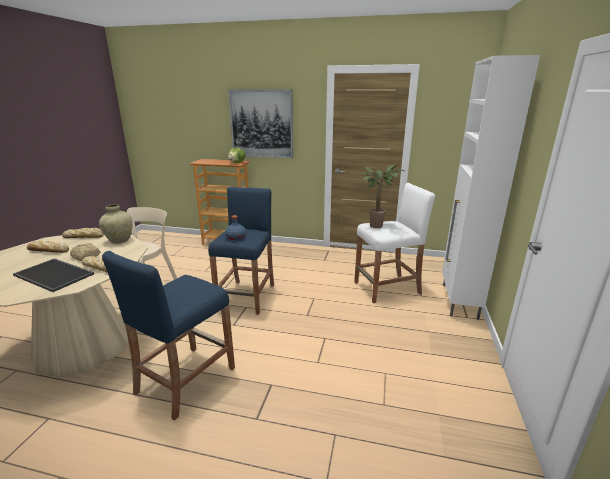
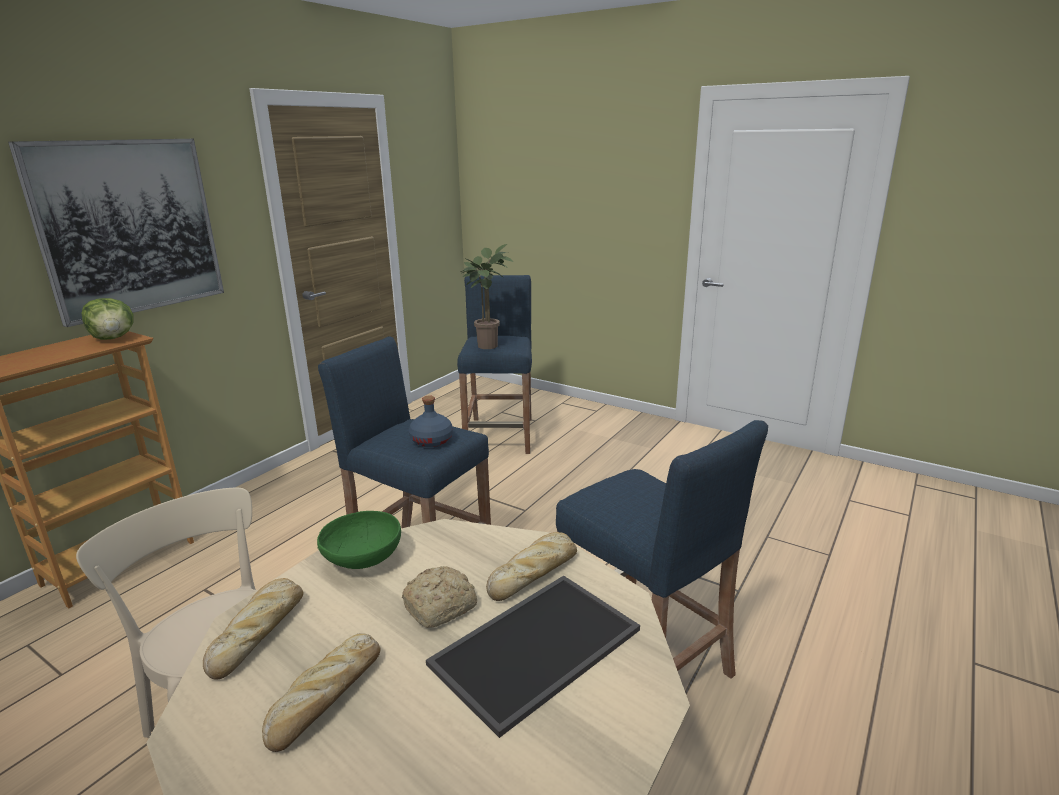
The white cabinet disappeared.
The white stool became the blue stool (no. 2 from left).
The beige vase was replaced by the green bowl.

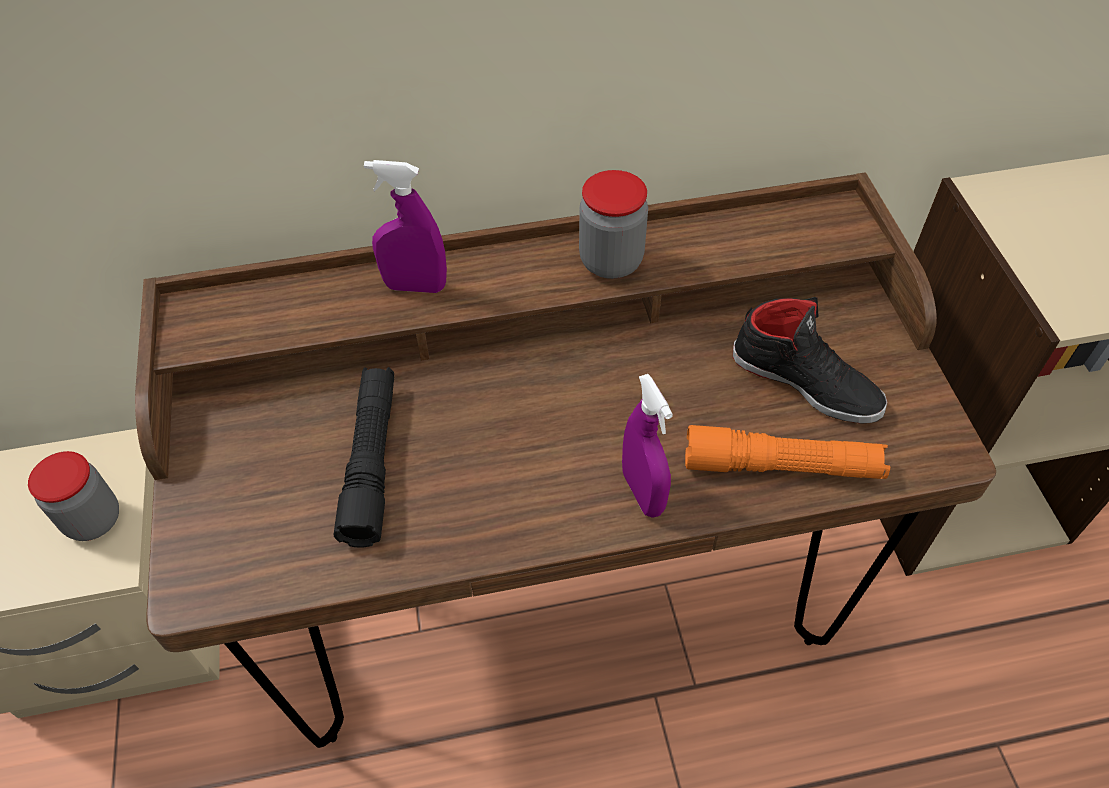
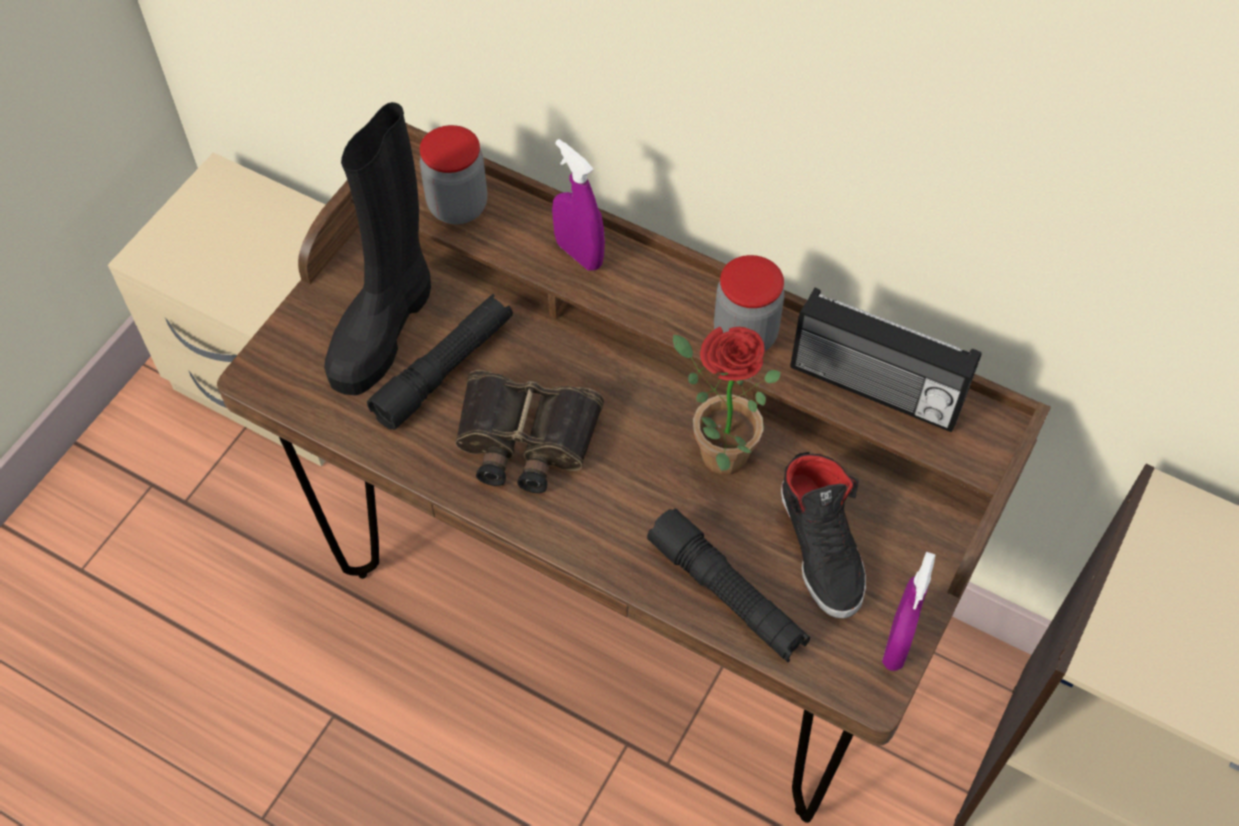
The purple spray bottle (no. 2 from left) moved.
The orange flashlight became the black flashlight (no. 2 from left).
The jar (no. 1 from left) moved.
The black boot appeared.
The radio appeared.
The potted plant appeared.
The binoculars appeared.

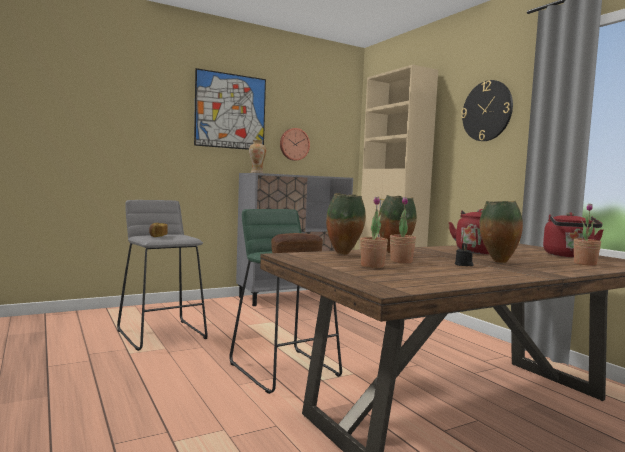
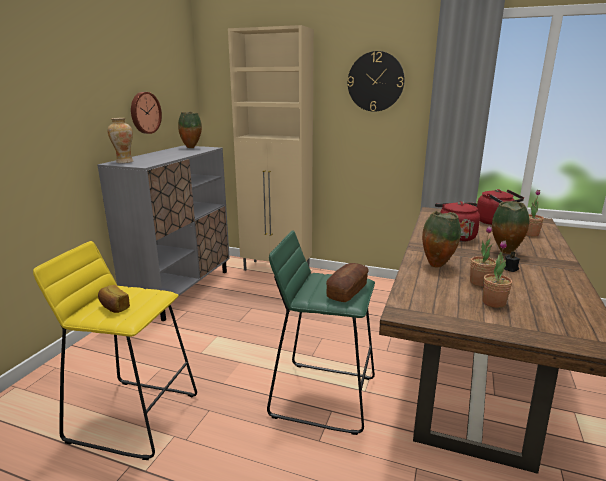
The picture disappeared.
The vase (no. 2 from left) moved.
The grey stool became the yellow stool.

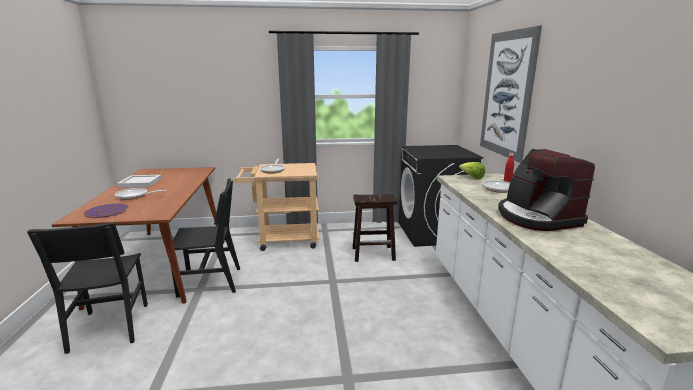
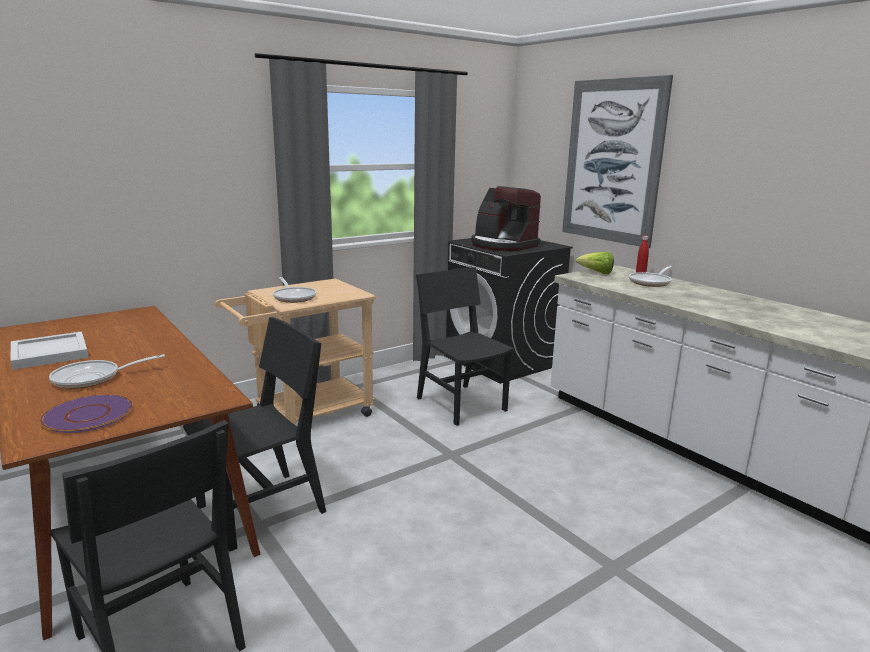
The coffee machine moved.
The brown stool was replaced by the black chair (no. 3 from left).

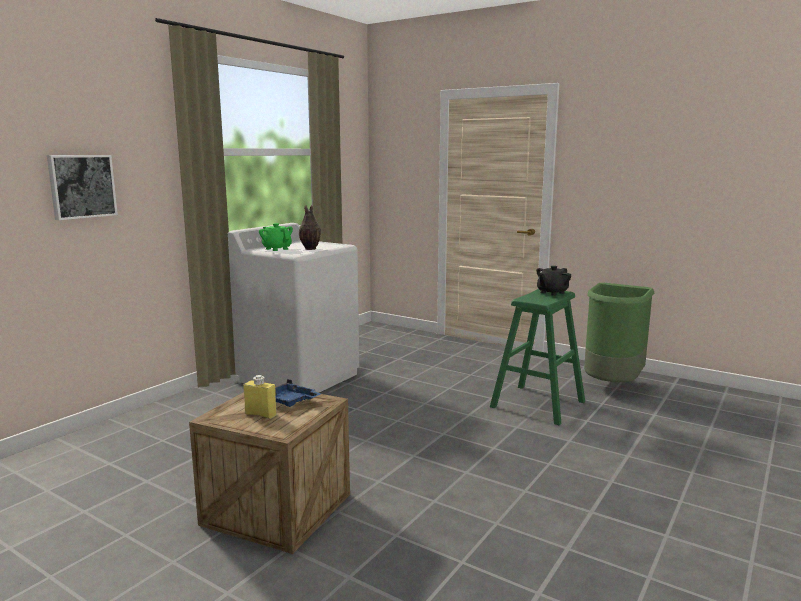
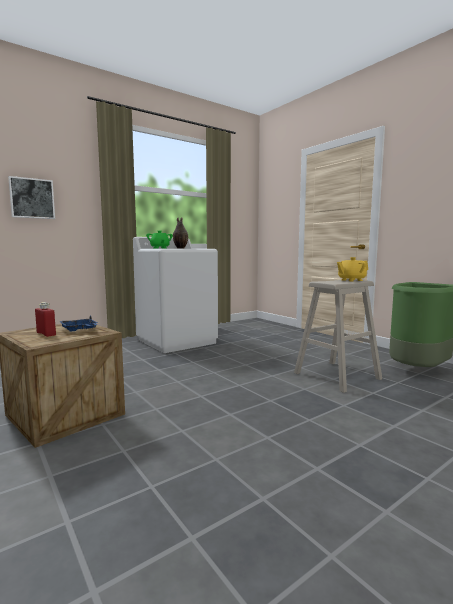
The black teapot became the yellow teapot.
The green stool became the beige stool.
The yellow bottle became the red bottle.

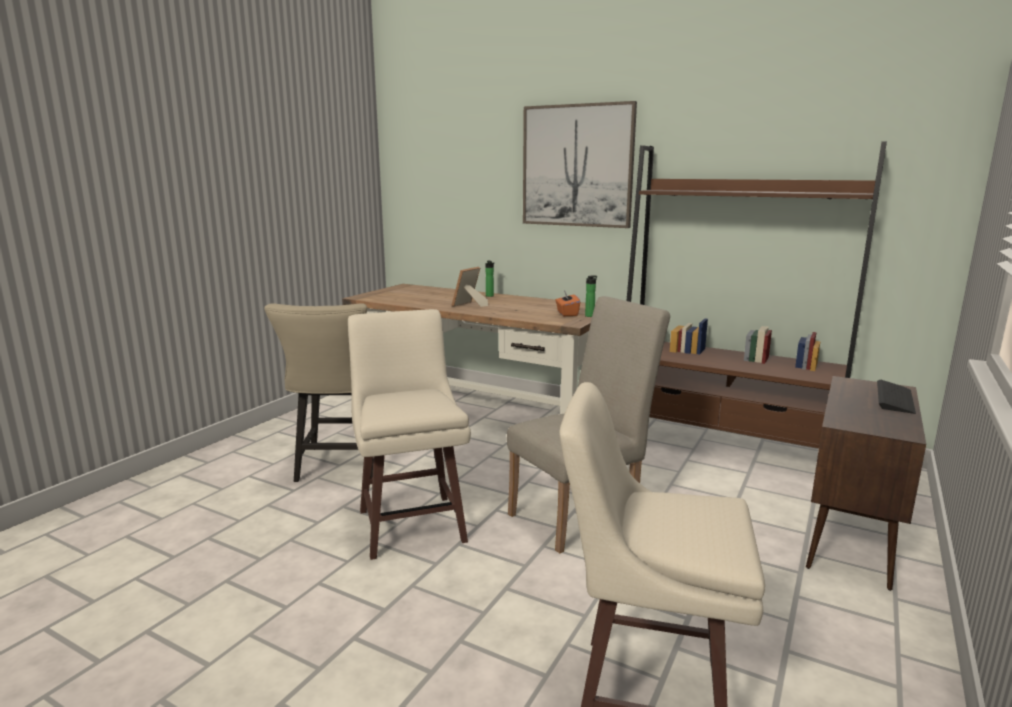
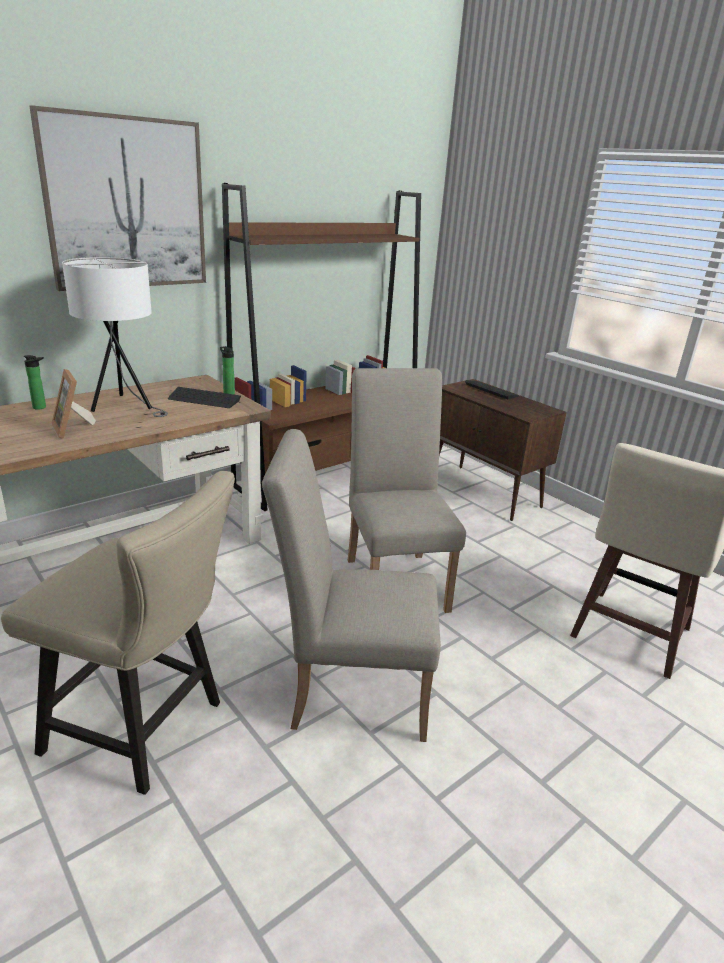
The orange tissue box was replaced by the keyboard (no. 1 from left).
The beige stool (no. 1 from left) was replaced by the beige chair (no. 2 from left).
The white table lamp appeared.

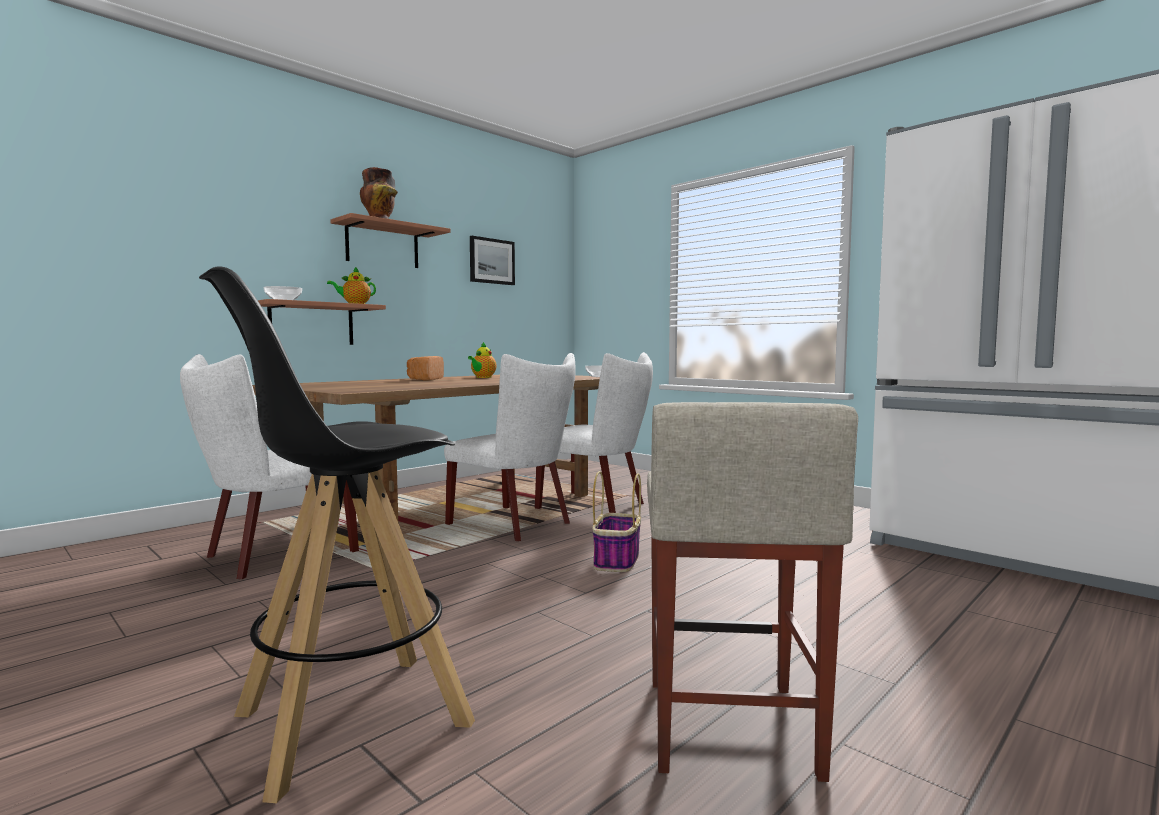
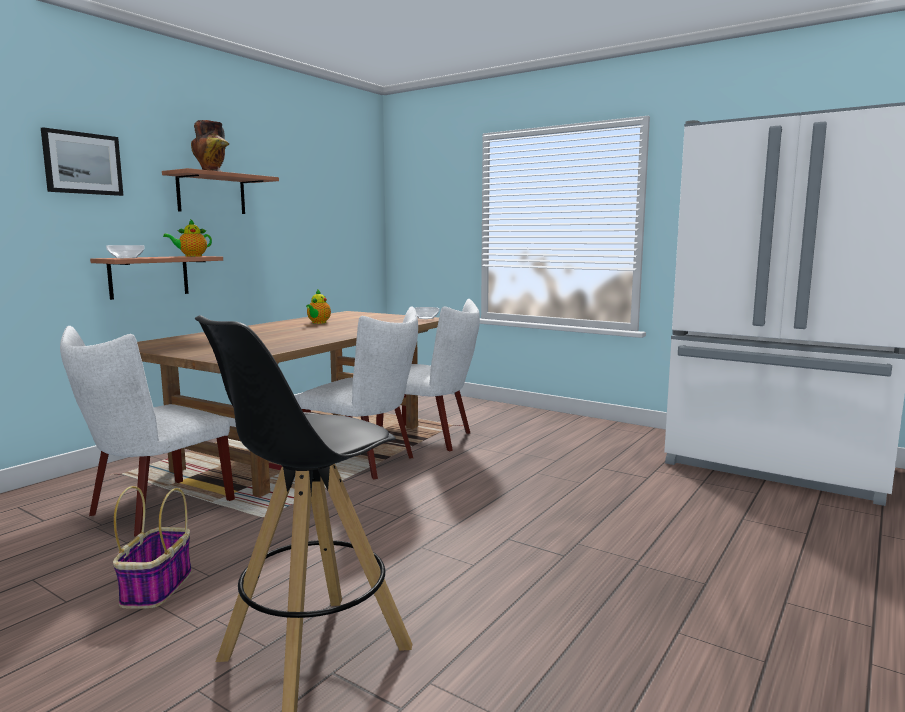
The picture moved.
The bread disappeared.
The beige stool disappeared.
The basket moved.

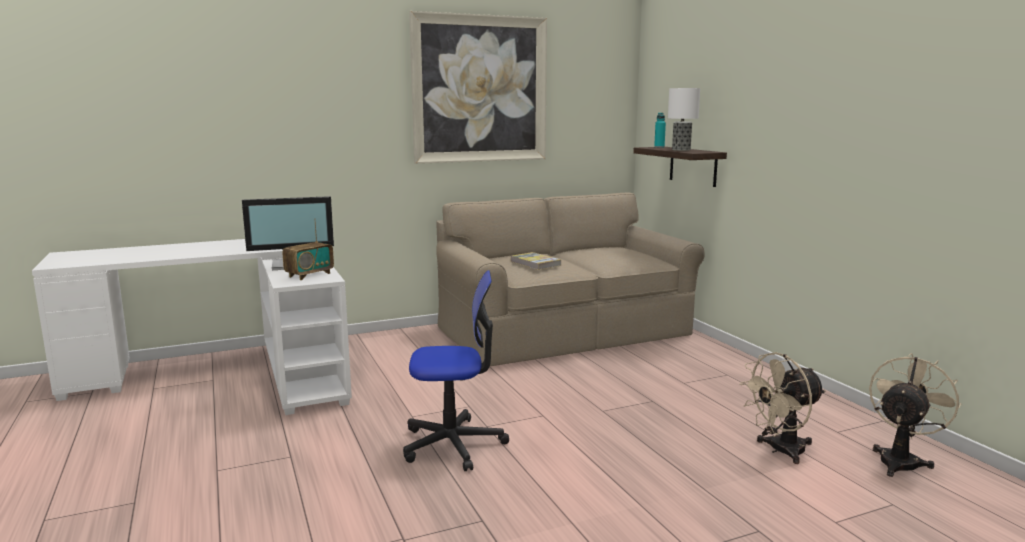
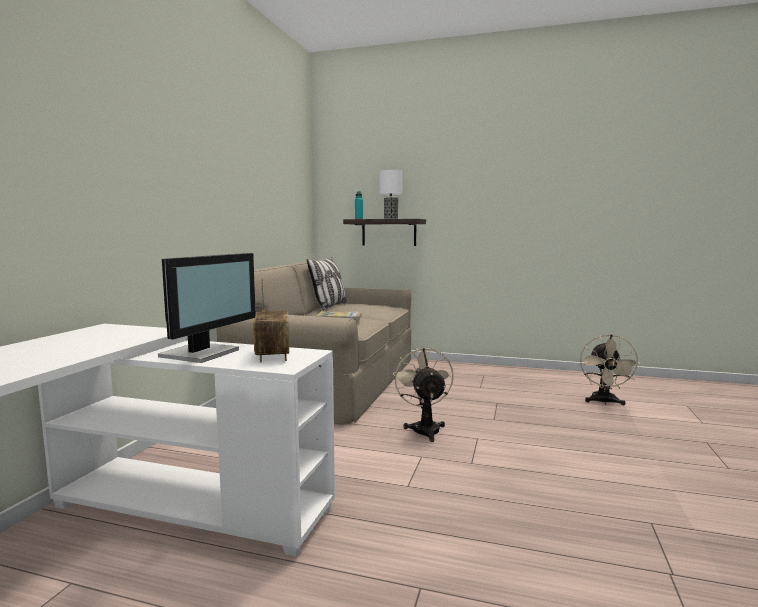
The picture disappeared.
The office chair disappeared.
The beige fan (no. 2 from left in the first image) moved.
The pillow appeared.

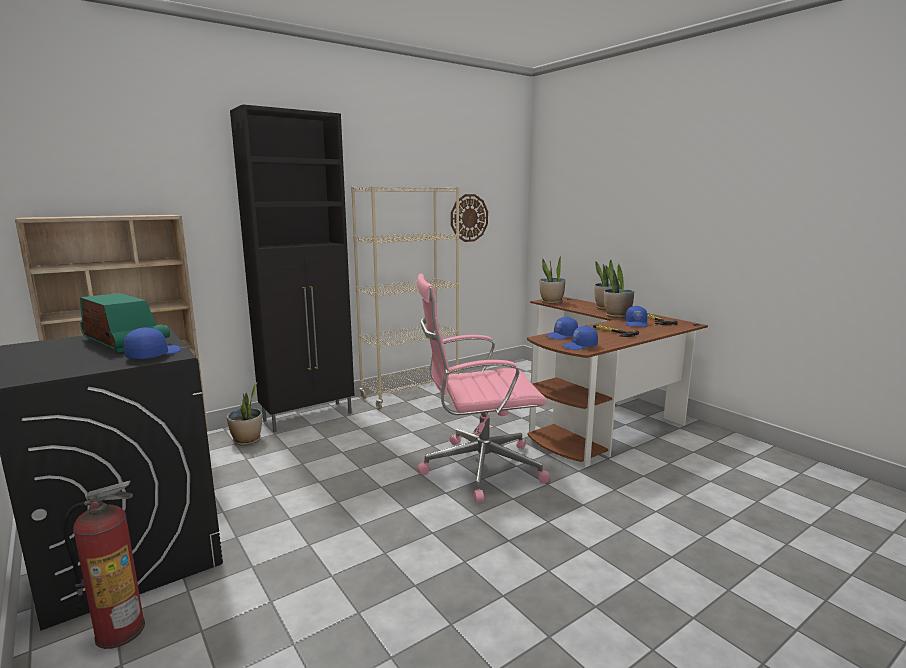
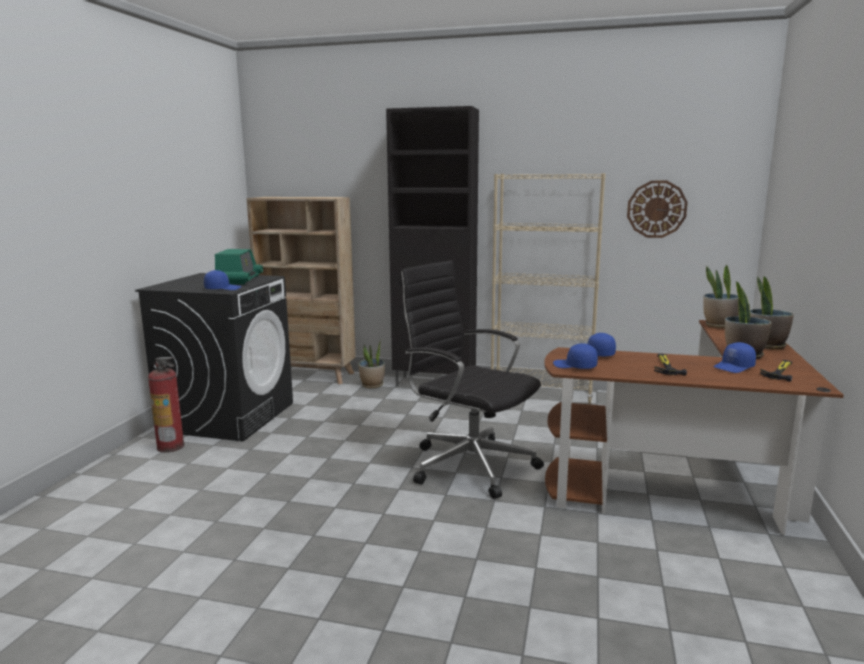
The pink office chair became the black office chair.

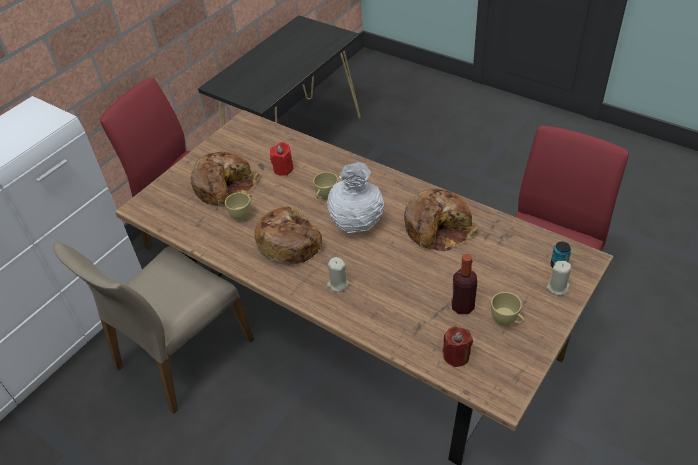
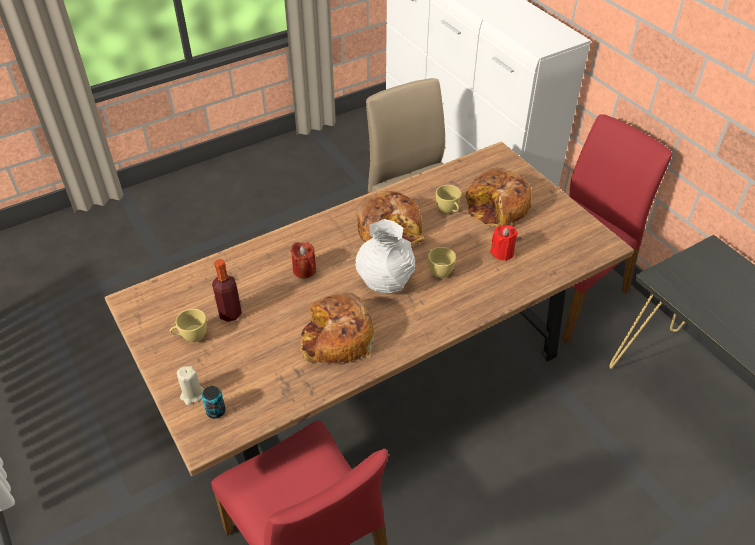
The beige candle (no. 1 from left) disappeared.
The red candle (no. 2 from left in the first image) moved.

